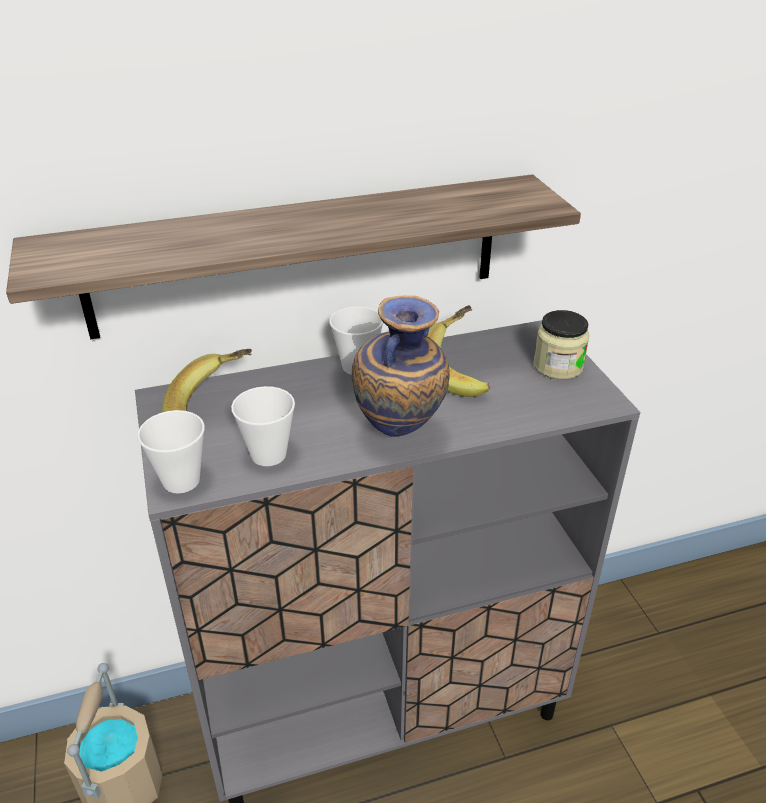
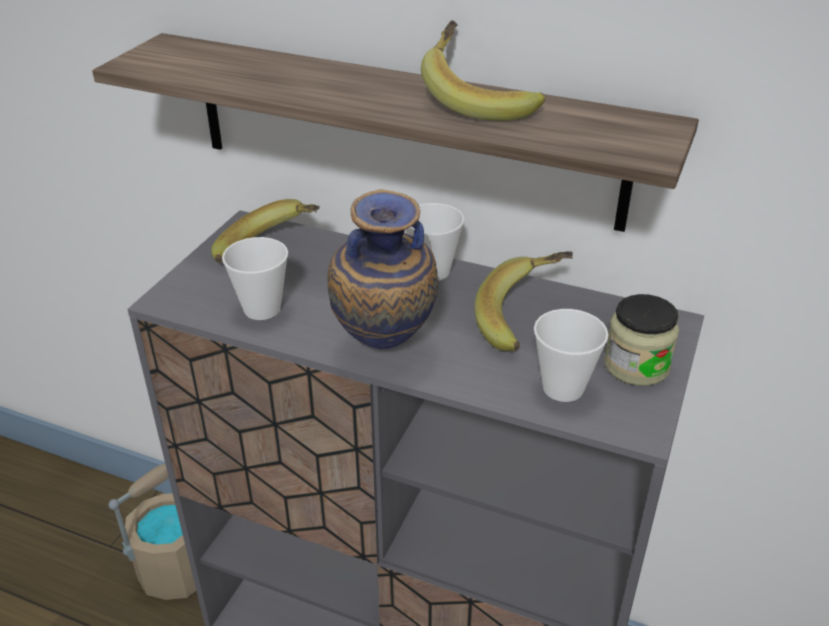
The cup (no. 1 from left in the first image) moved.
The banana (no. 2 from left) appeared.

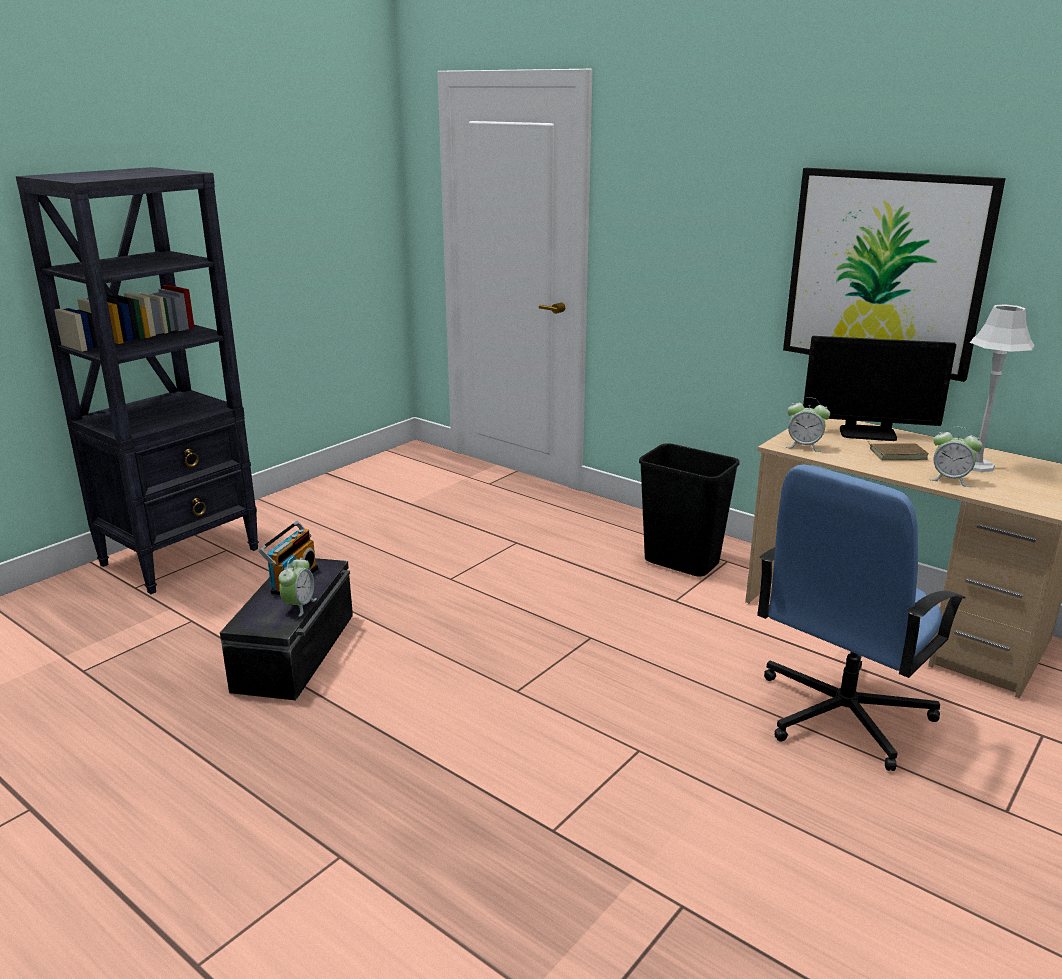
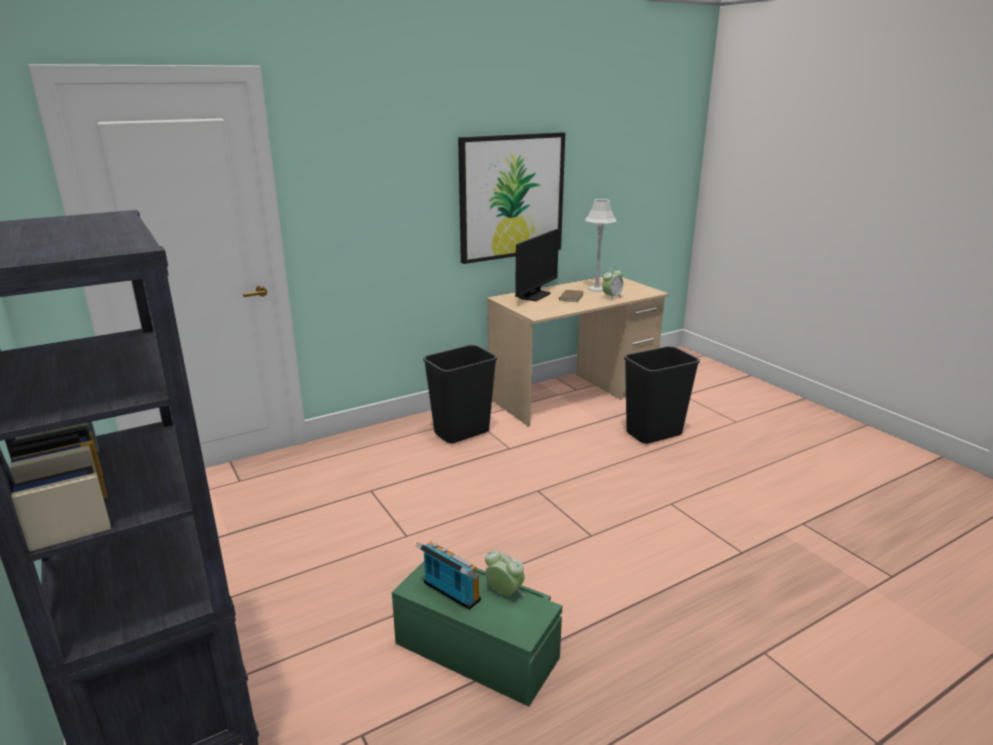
The alarm clock (no. 2 from left) disappeared.
The blue office chair was replaced by the black trash can (no. 2 from left).
The black storage box became the green storage box.

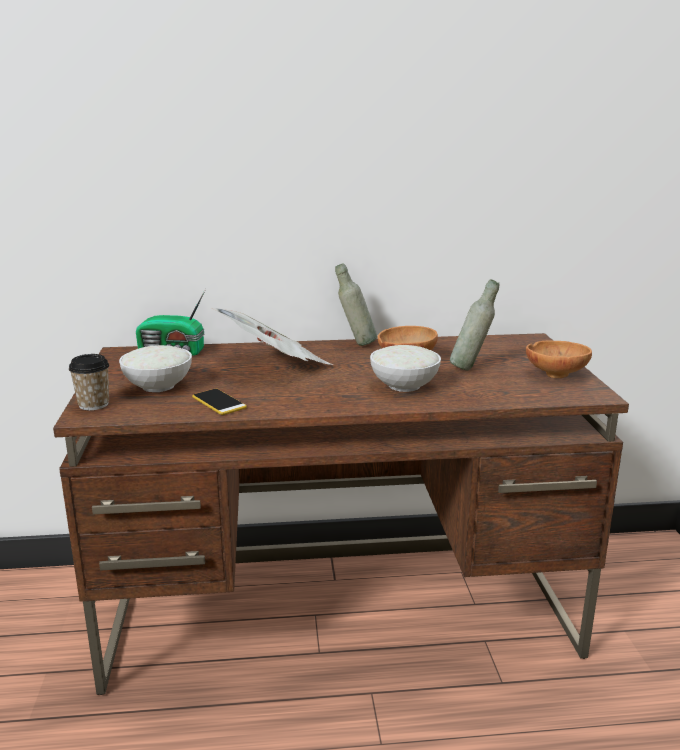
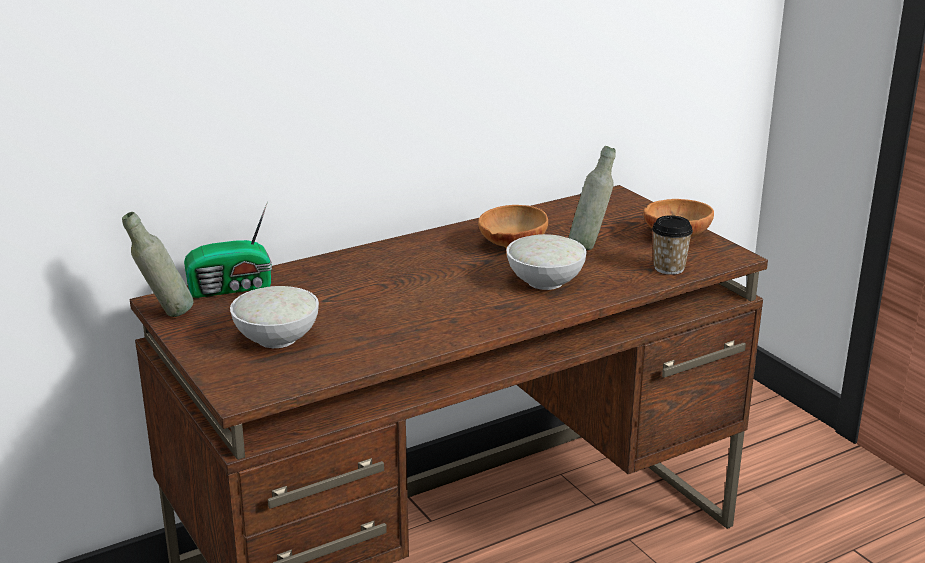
The grey bottle (no. 1 from left) moved.
The newspaper disappeared.
The cup moved.
The phone disappeared.

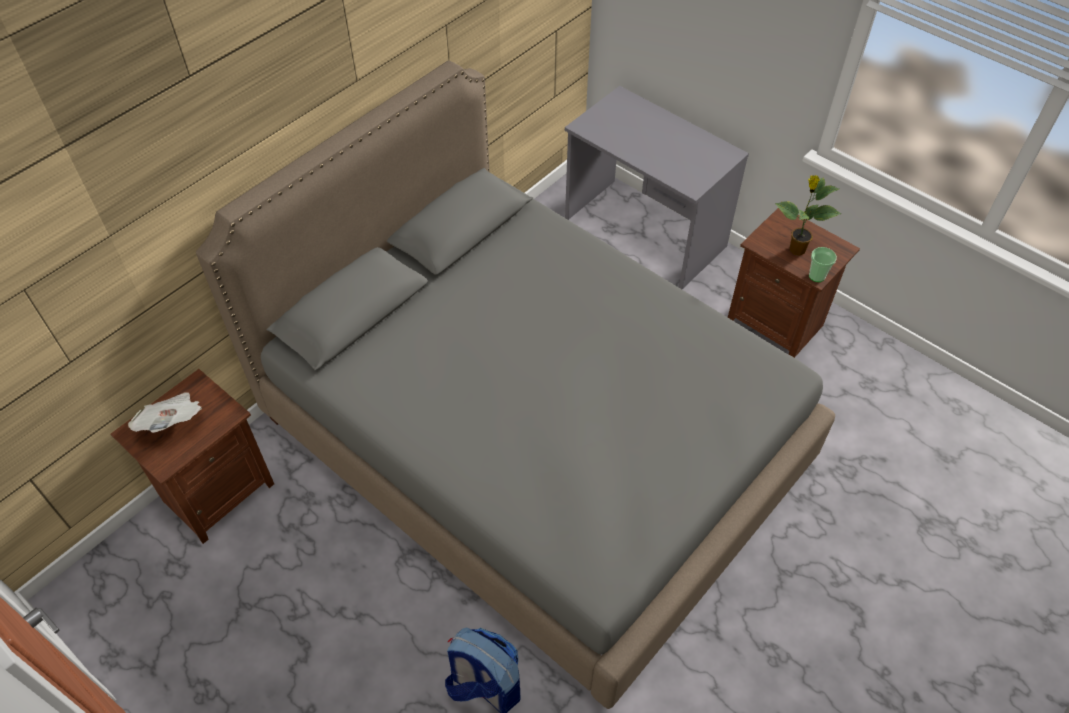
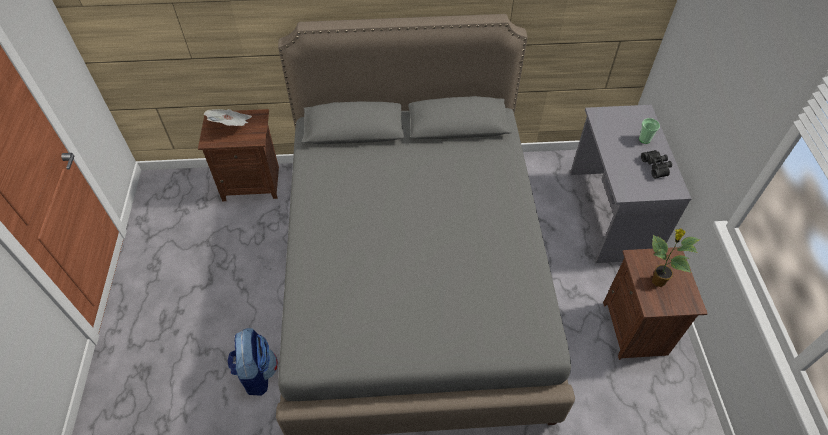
The cup moved.
The black binoculars appeared.

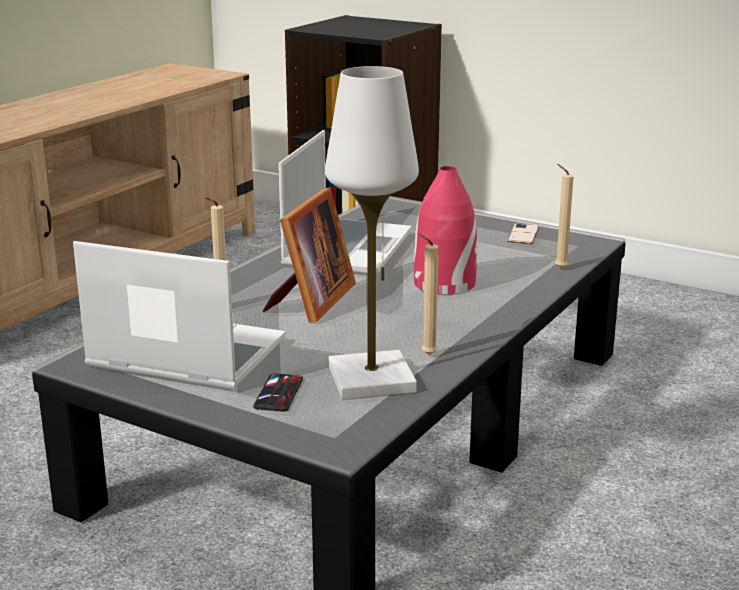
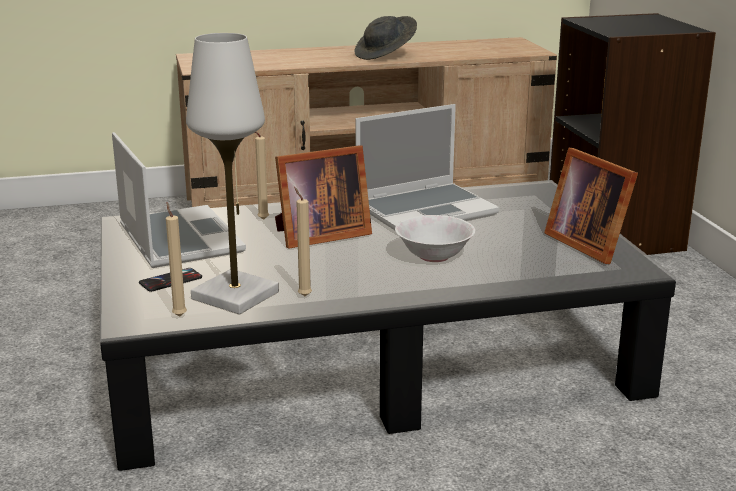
The beige candle (no. 3 from left in the first image) moved.
The red vase was replaced by the white bowl.
The phone (no. 2 from left) was replaced by the picture frame (no. 2 from left).
The grey hat appeared.

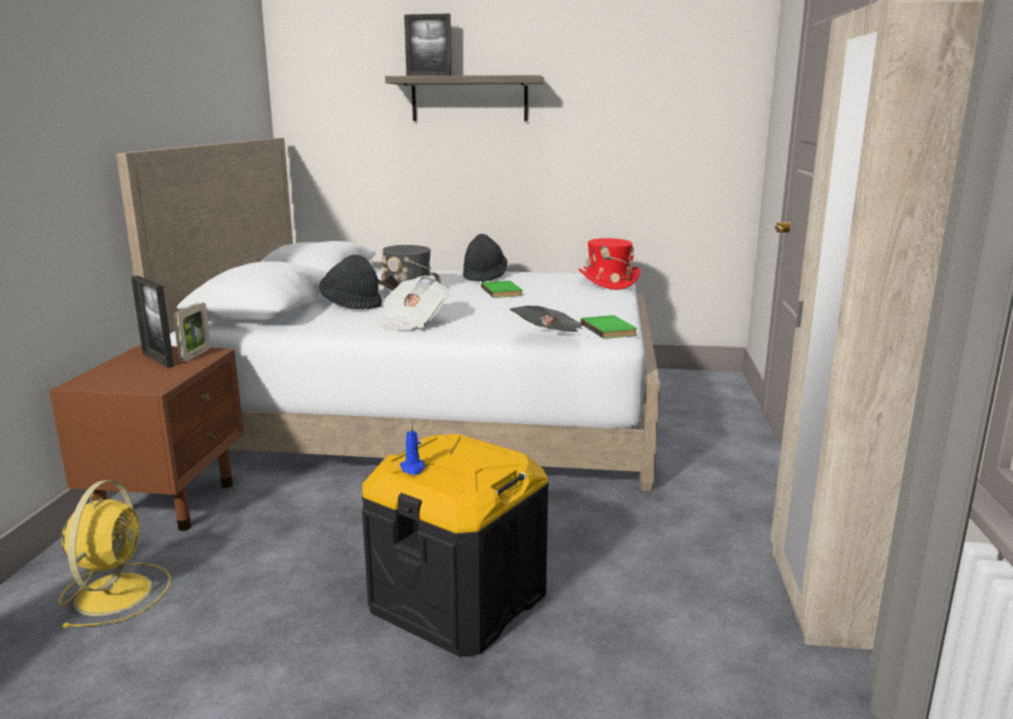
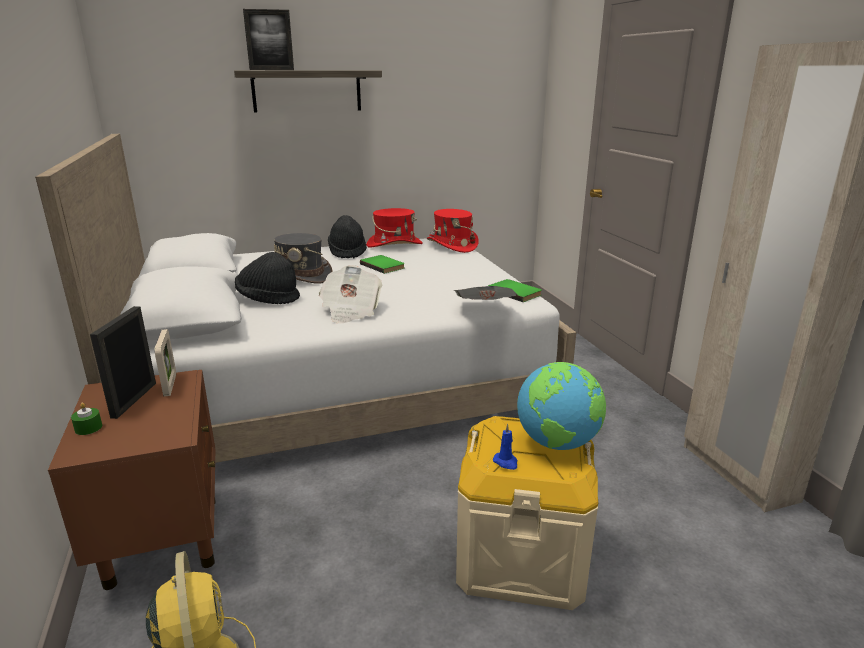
The picture frame (no. 1 from left) turned 75 degrees clockwise.
The black storage box became the beige storage box.
The red hat (no. 1 from left) appeared.
The globe appeared.
The green candle appeared.

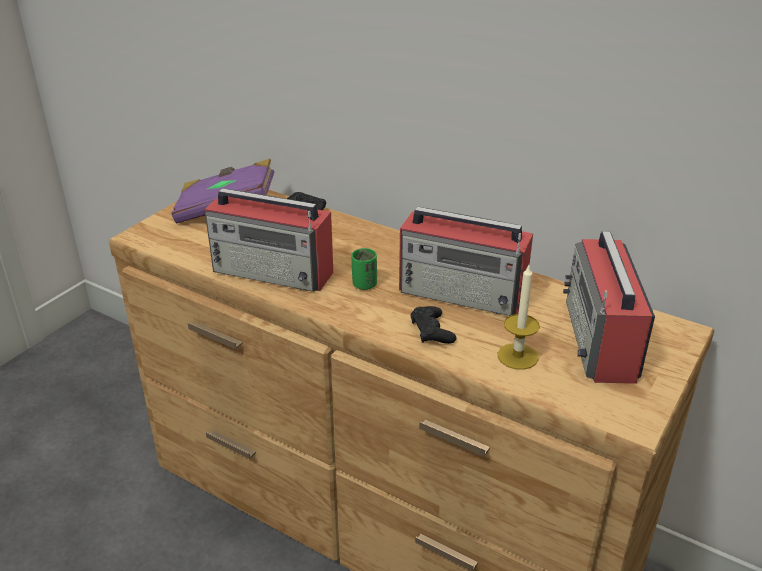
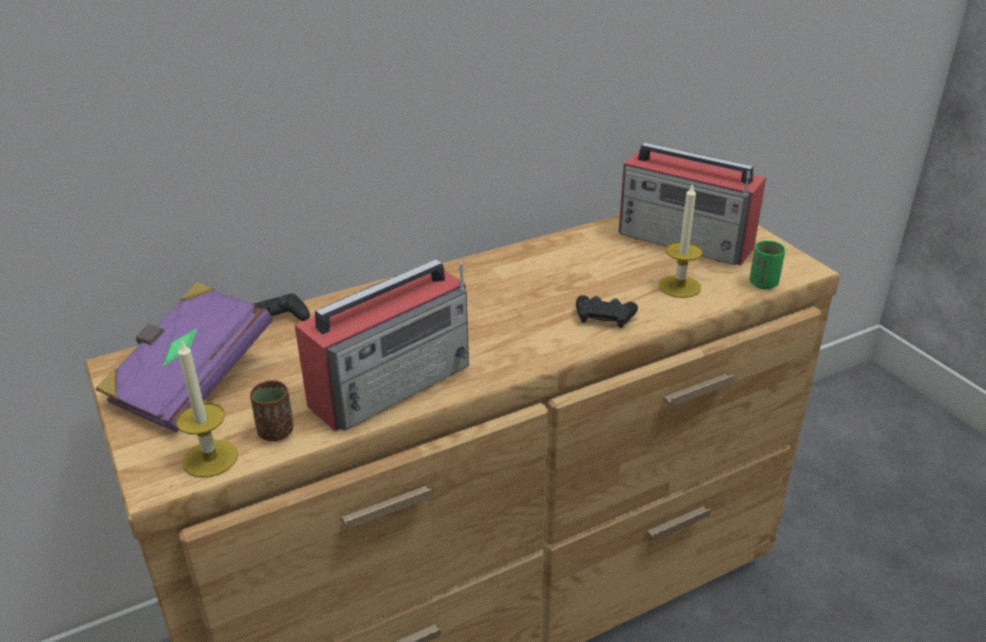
The radio (no. 2 from left) disappeared.
The green cup moved.
The candle (no. 1 from left) appeared.
The brown cup appeared.

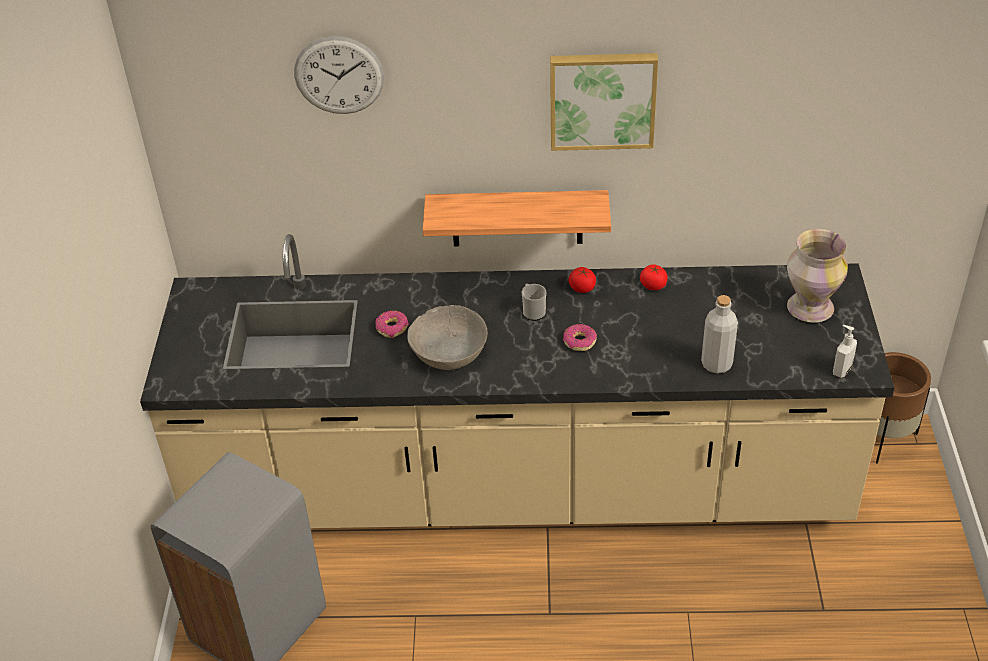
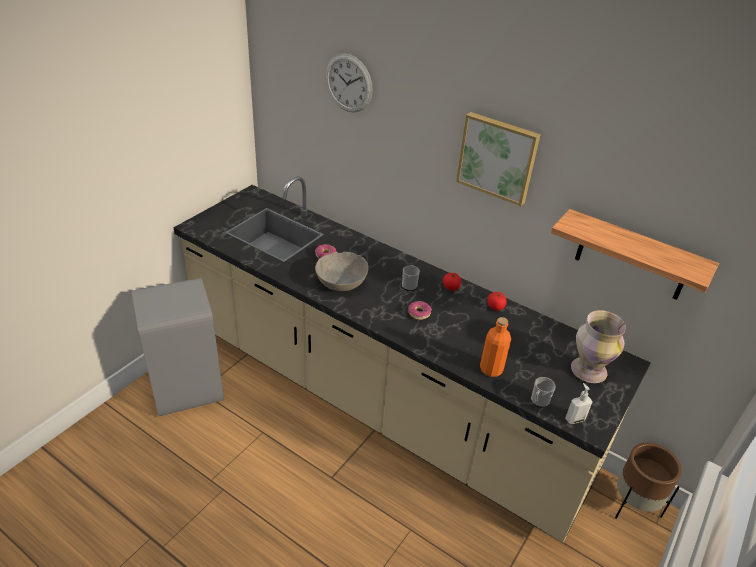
The shelf moved.
The grey bottle became the orange bottle.
The mug (no. 2 from left) appeared.

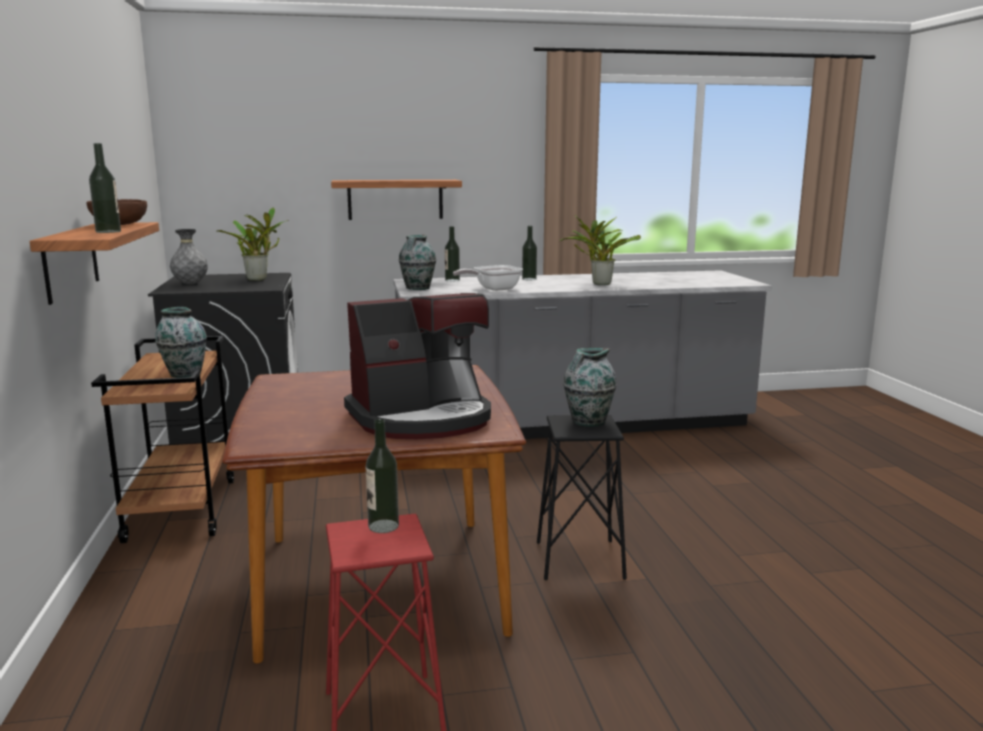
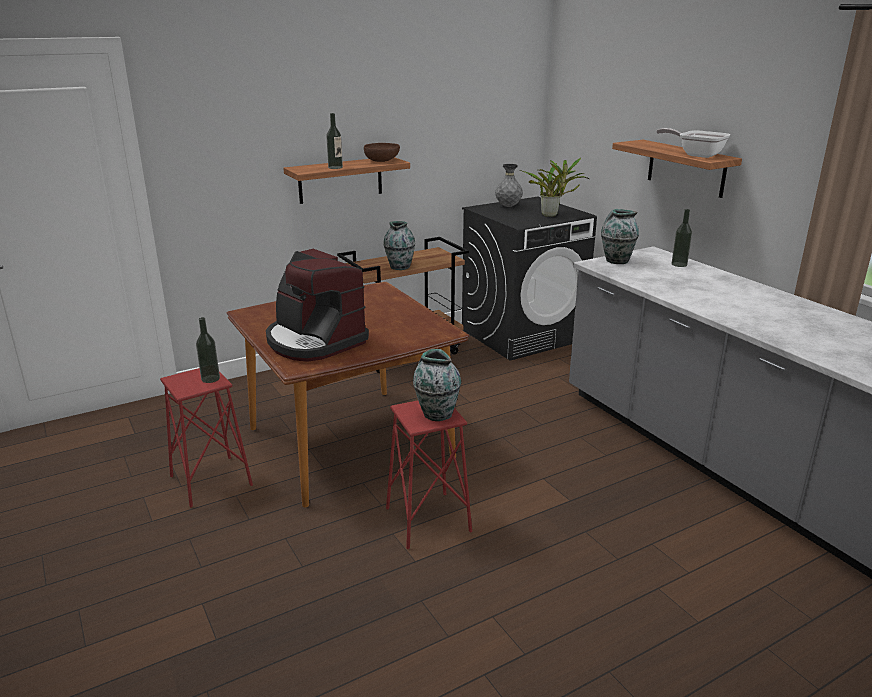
The potted plant (no. 2 from left) disappeared.
The bottle (no. 4 from left) disappeared.
The frying pan moved.
The black stool became the red stool (no. 2 from left).

